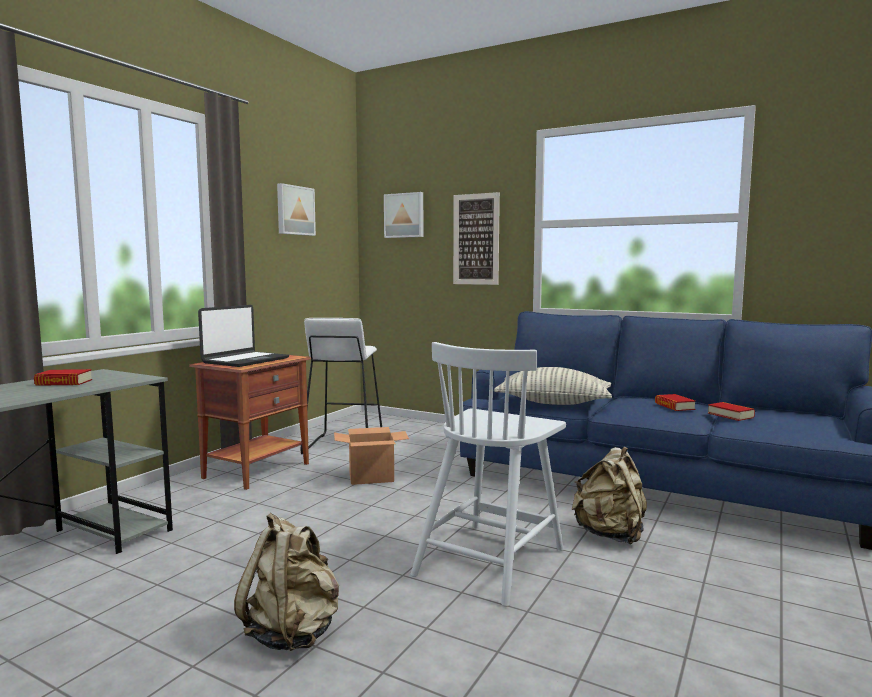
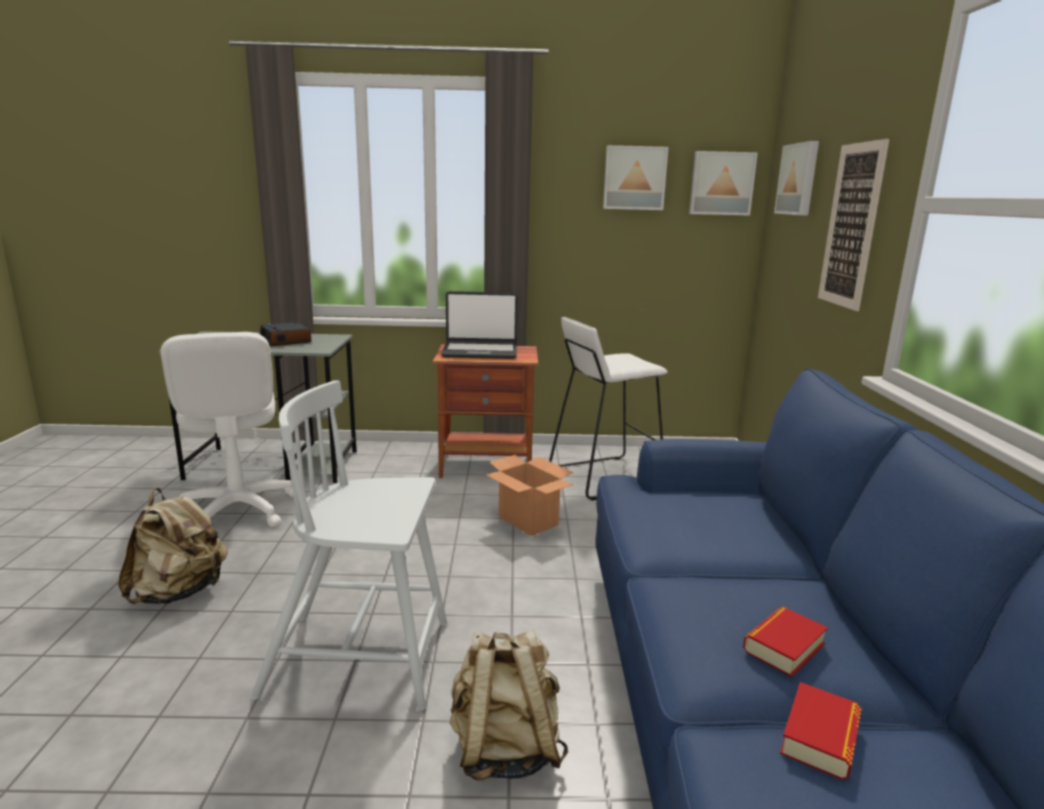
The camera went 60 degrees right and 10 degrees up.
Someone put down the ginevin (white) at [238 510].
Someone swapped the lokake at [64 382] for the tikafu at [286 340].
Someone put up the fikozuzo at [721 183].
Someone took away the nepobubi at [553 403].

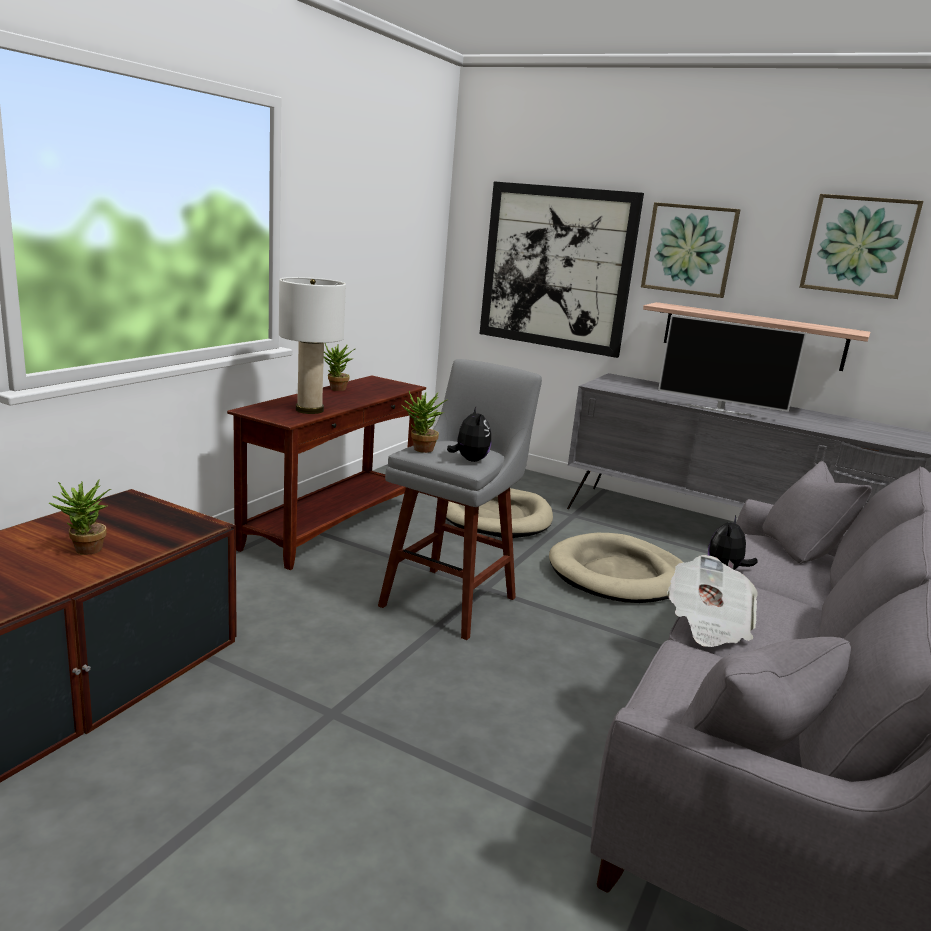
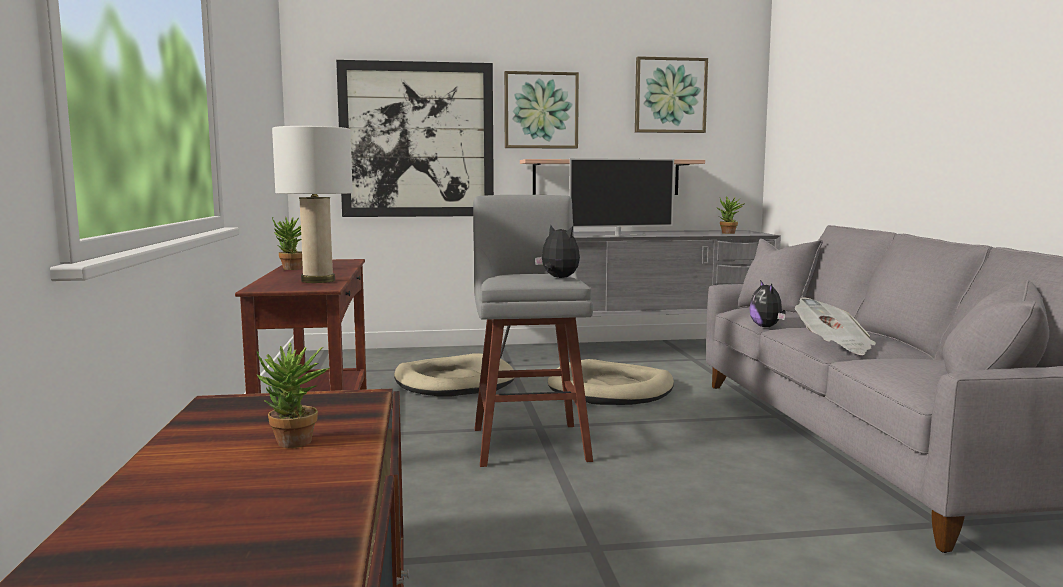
The camera went 35 degrees left and 10 degrees down.
Someone carried the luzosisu from [420 450] to [729 233].

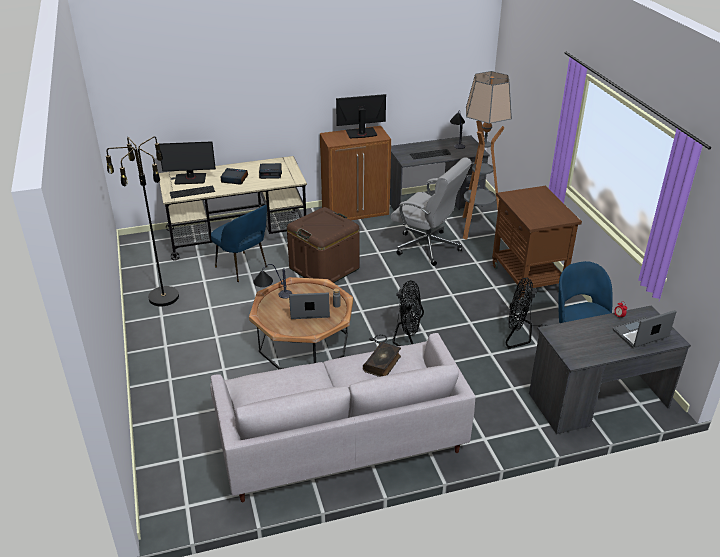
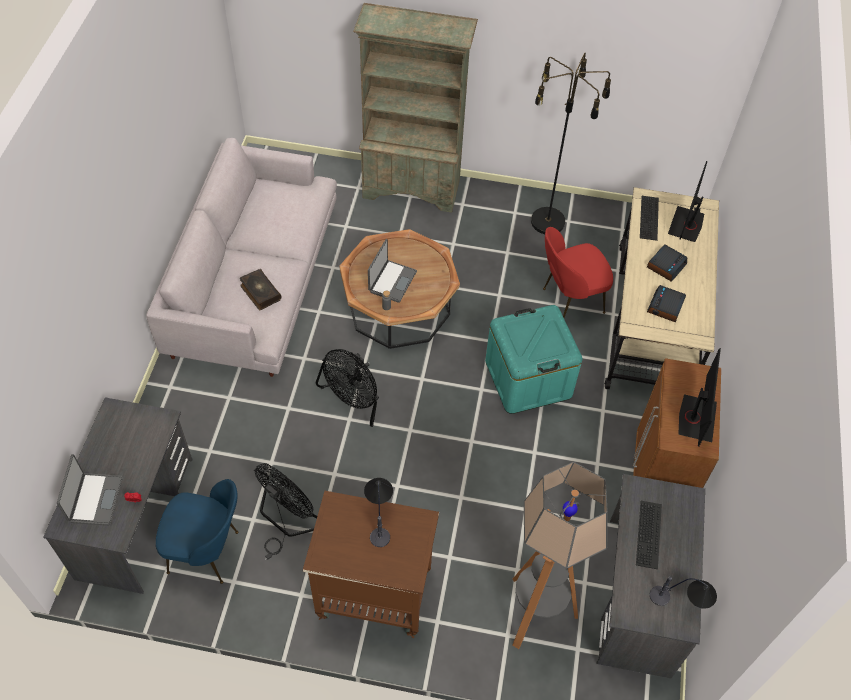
The camera went 115 degrees right and 20 degrees up.
Someone put down the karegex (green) at [412 188].
Someone carried the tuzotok from [272 298] to [379 518].
Someone repainted the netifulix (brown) at [324 268], which became the netifulix (turquoise) at [528 378].
Someone repainted the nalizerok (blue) at [243 269], which became the nalizerok (red) at [568 302].
Someone took away the ginevin (grey) at [427 247].

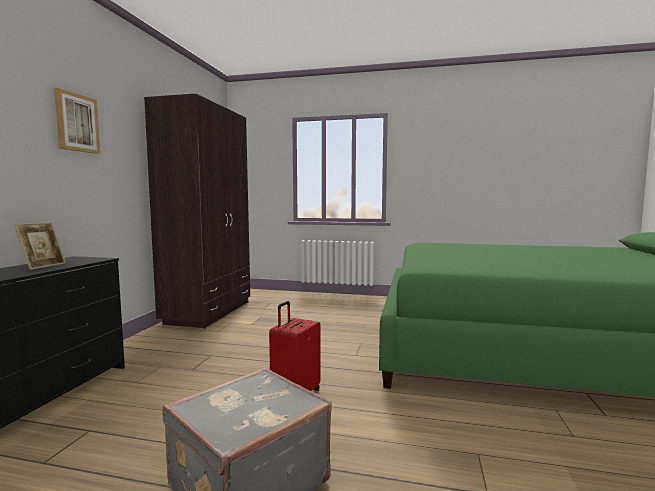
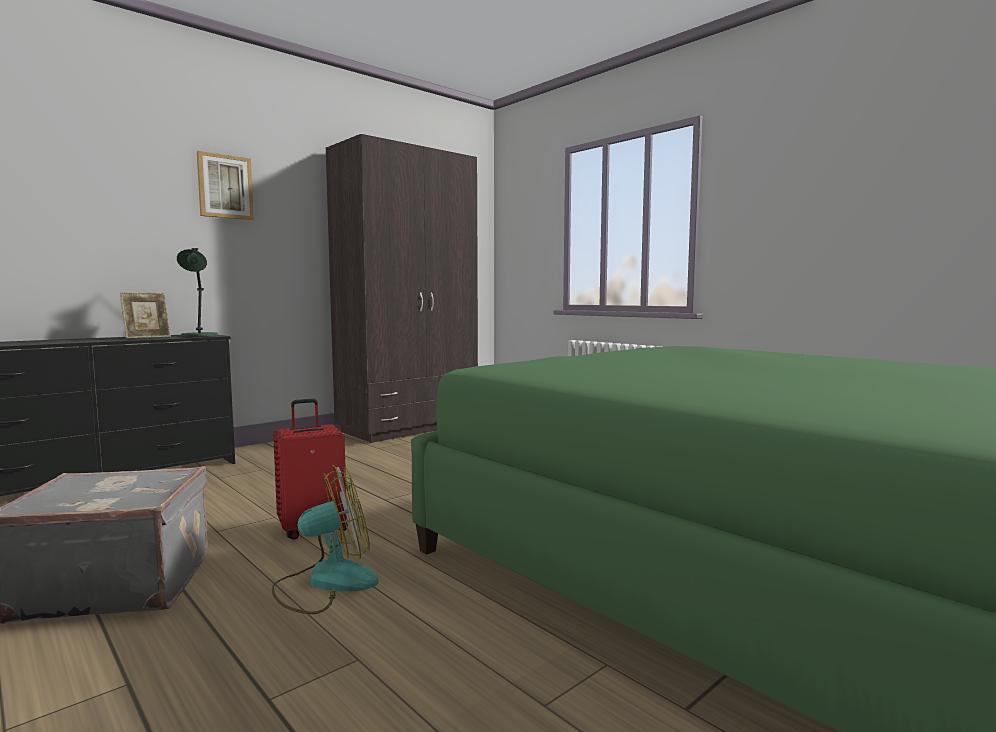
The camera went 35 degrees right and 0 degrees up.
Someone put down the tuzotok (green) at [199 336].
Someone put down the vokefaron at [326 583].

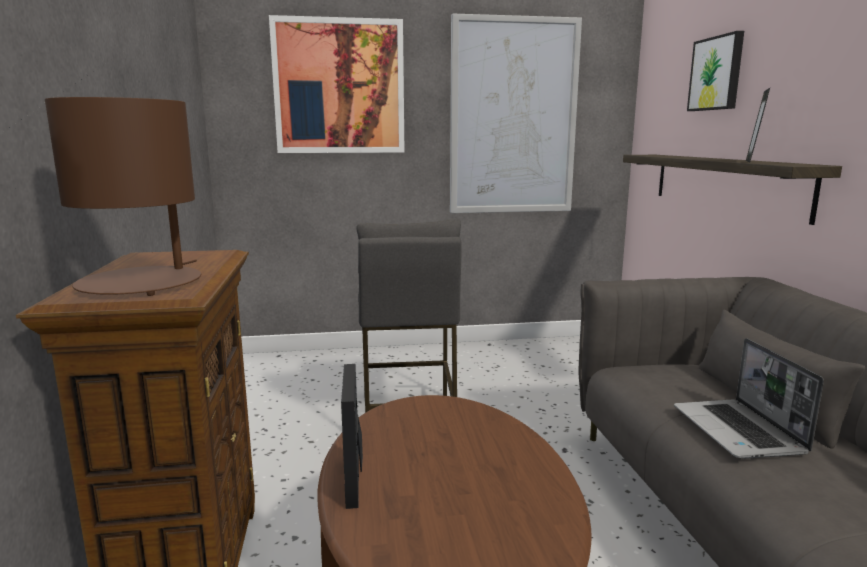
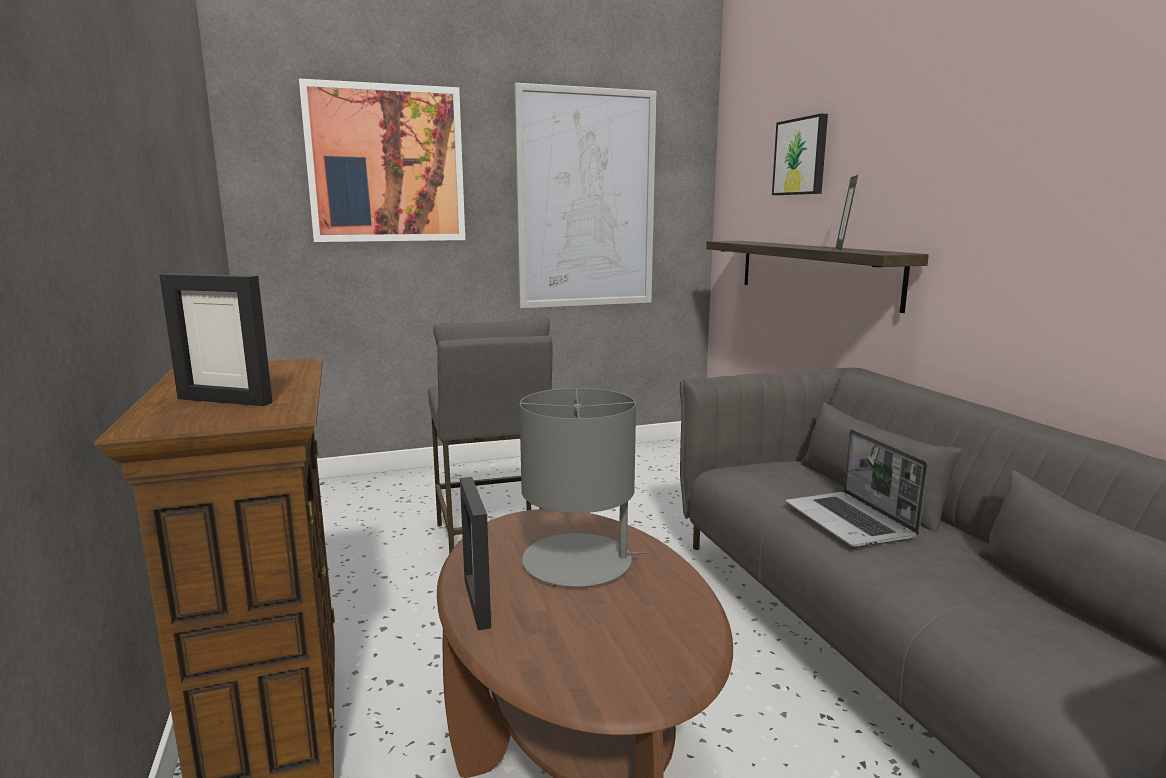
The camera went 10 degrees left and 0 degrees up.
Someone swapped the tuzotok (brown) at [142 283] for the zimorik at [226 400].
Someone put down the tuzotok (grey) at [578 562].

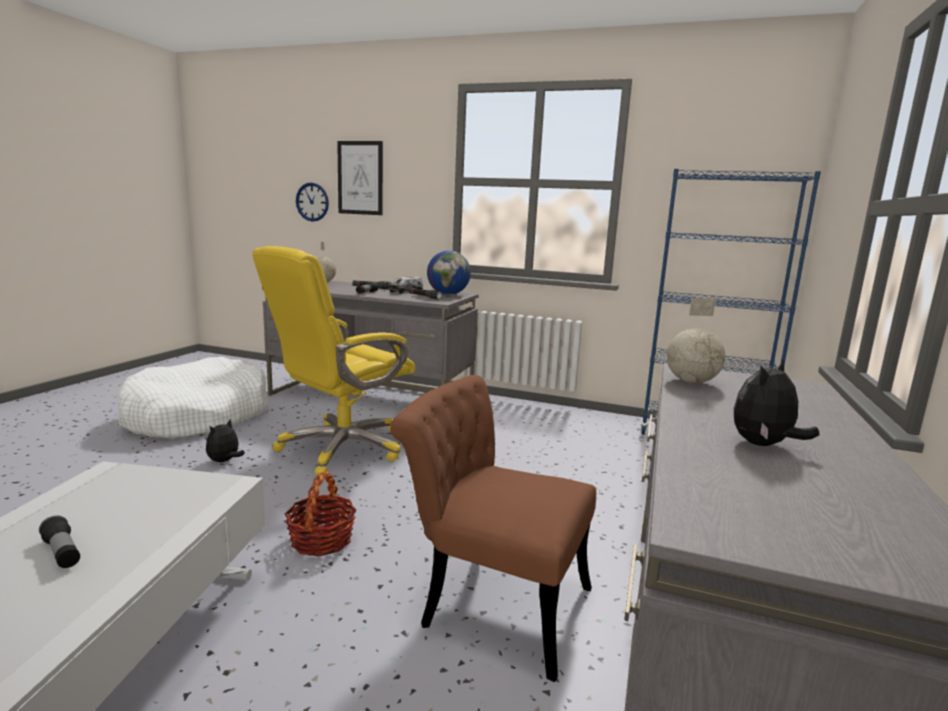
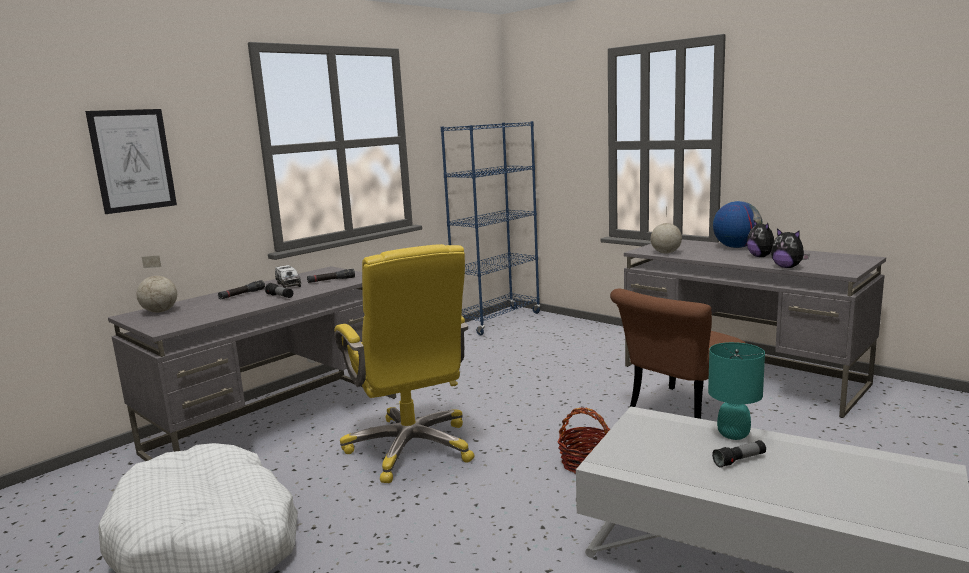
The camera went 65 degrees left and 0 degrees up.
Someone put down the tuzotok (turquoise) at [732 436].
Someone carried the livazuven from [448 294] to [736 247].
Someone carried the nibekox from [224 461] to [787 267].
Someone took away the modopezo at [312 202].

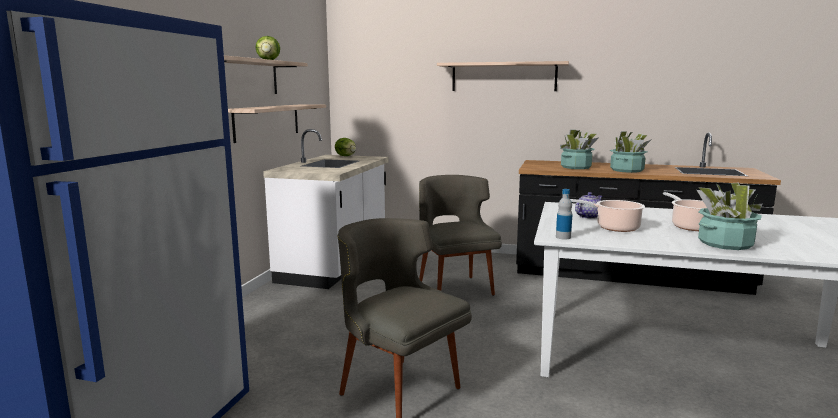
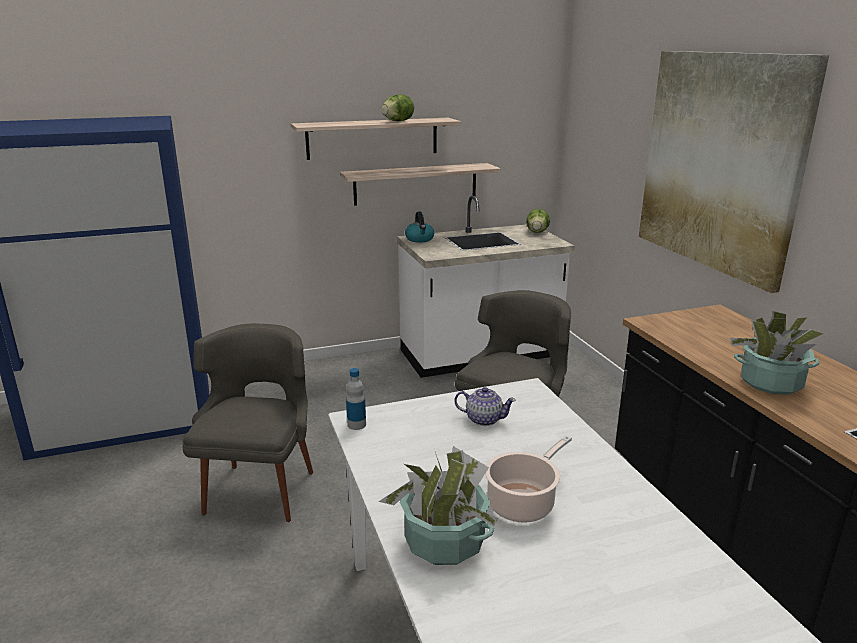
The camera went 55 degrees right and 10 degrees up.
Someone put down the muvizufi at [420 239].
Someone swapped the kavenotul at [503 77] for the fikozuzo at [720 162].
Someone took away the luzosisu at [576 167].
Someone took away the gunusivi at [614 227].

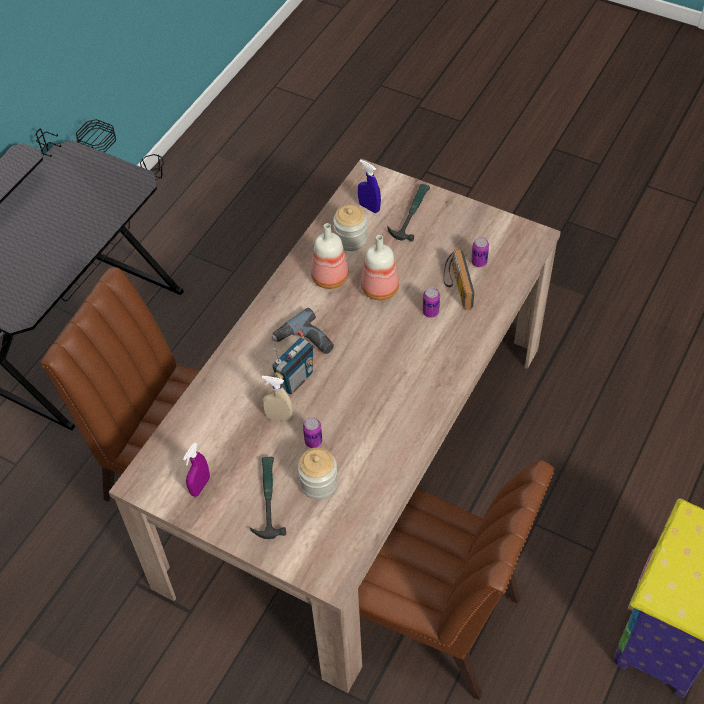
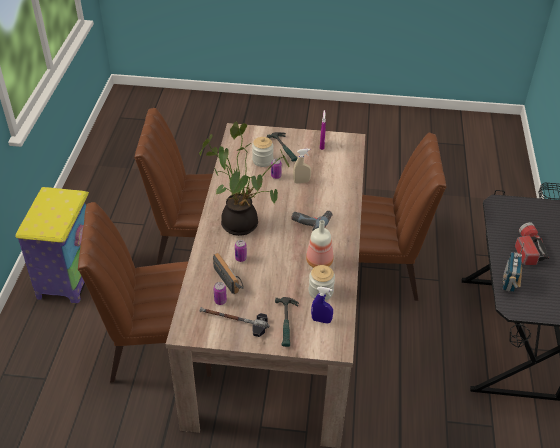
The camera went 155 degrees right and 10 degrees down.
Someone put down the nalizerok (brown) at [162 348].
Someone put down the luzosisu at [242 223].
Someone put down the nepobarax at [233 321].
Someone carried the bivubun from [295 380] to [509 283].
Someone put down the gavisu at [528 249].
Someone took away the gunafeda at [379 288].

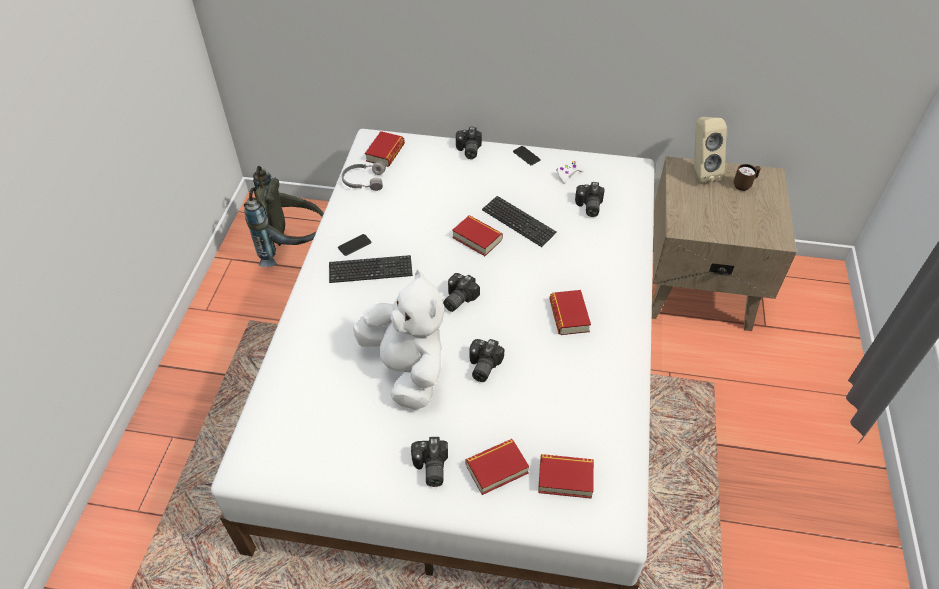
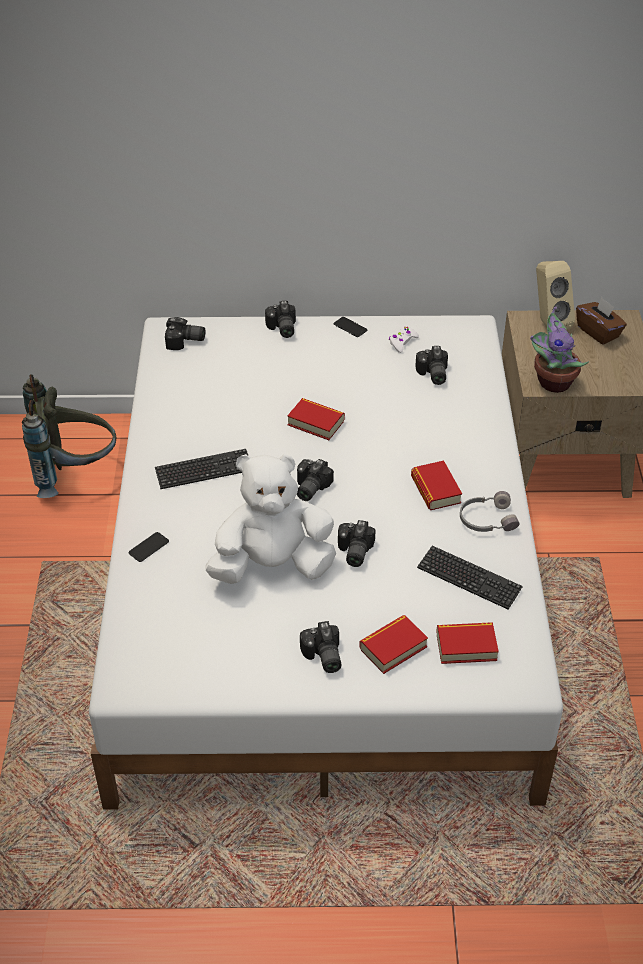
The camera went 10 degrees left and 5 degrees down.
Someone carried the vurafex from [354 245] to [148 547].
Someone swapped the lokake at [385 153] for the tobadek at [185 341].
Someone rotated the nibekox (white) at [407 369] by 60 degrees counterclockwise.
Someone carried the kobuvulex from [518 222] to [469 579].
Someone carried the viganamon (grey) from [363 180] to [486 519].
Someone put down the luzosisu at [552 382].
Someone swapped the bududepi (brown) at [744 185] for the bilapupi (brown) at [598 332].

